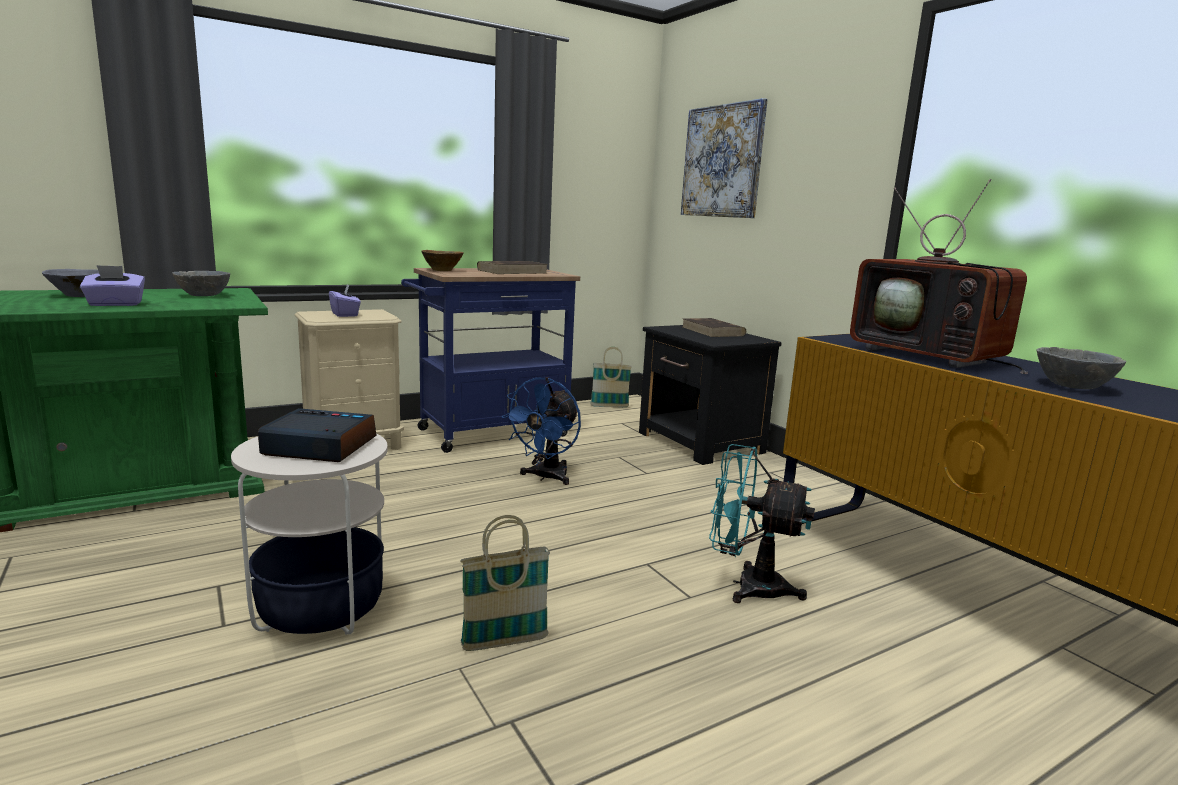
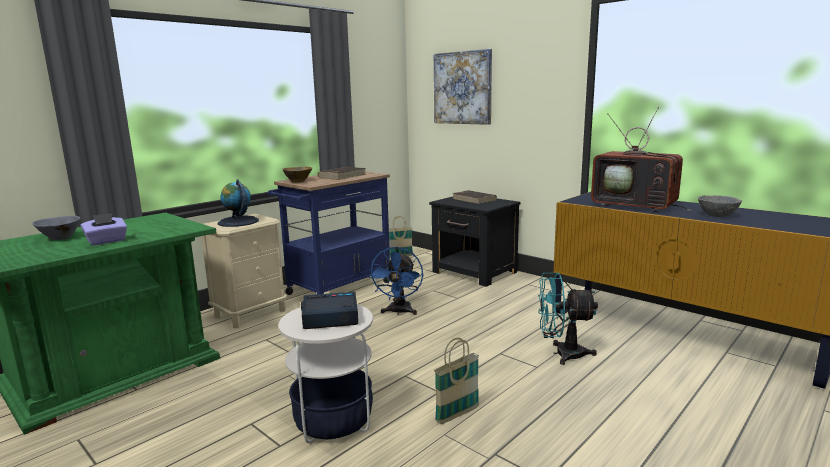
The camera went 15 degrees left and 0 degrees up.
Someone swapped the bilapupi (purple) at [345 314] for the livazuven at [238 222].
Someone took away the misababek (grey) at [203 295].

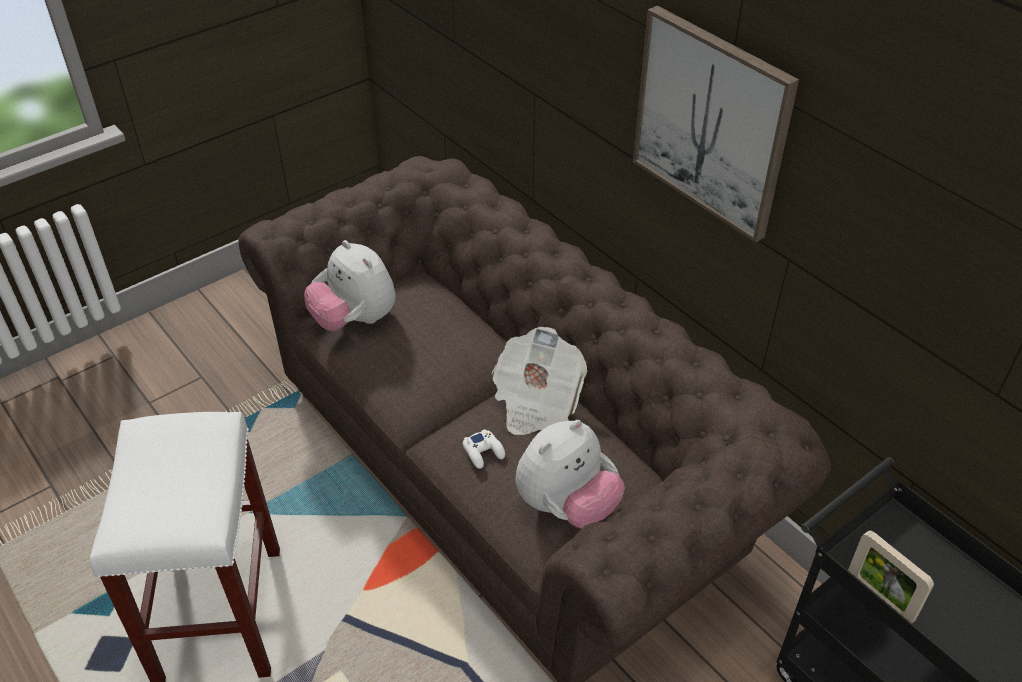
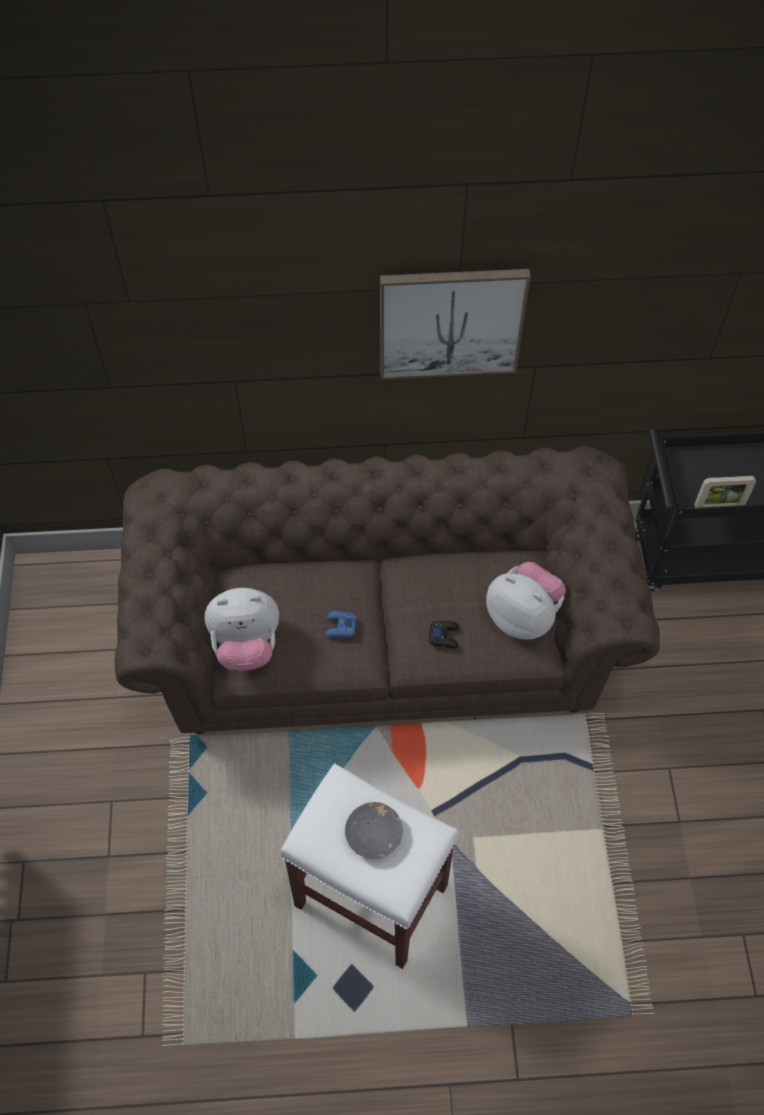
The camera went 55 degrees left and 15 degrees up.
Someone put down the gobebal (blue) at [340 627].
Someone put down the misababek (grey) at [374 834].
Someone repainted the gobebal (white) at [483 452], which became the gobebal (black) at [444 636].
Someone rotated the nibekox at [567 506] by 45 degrees counterclockwise.
Someone took away the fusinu at [536 401].

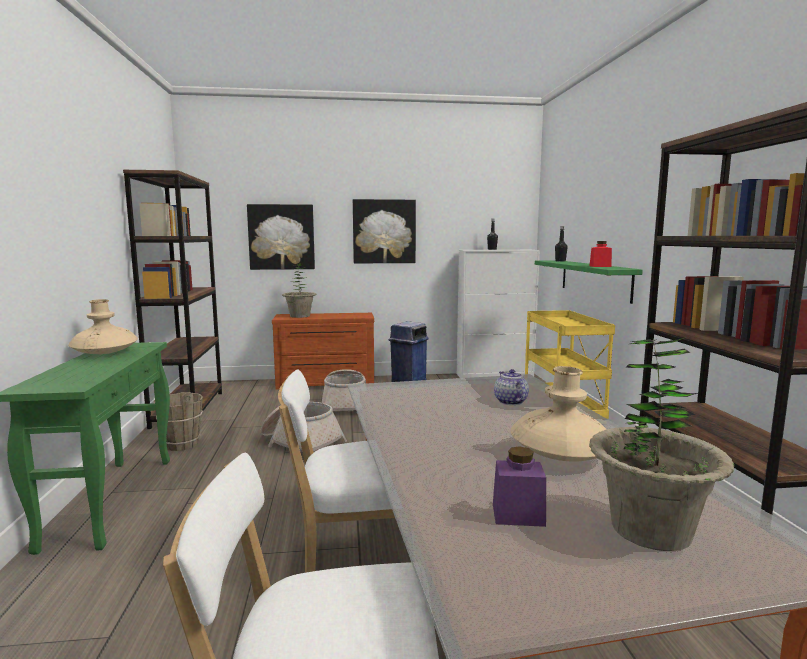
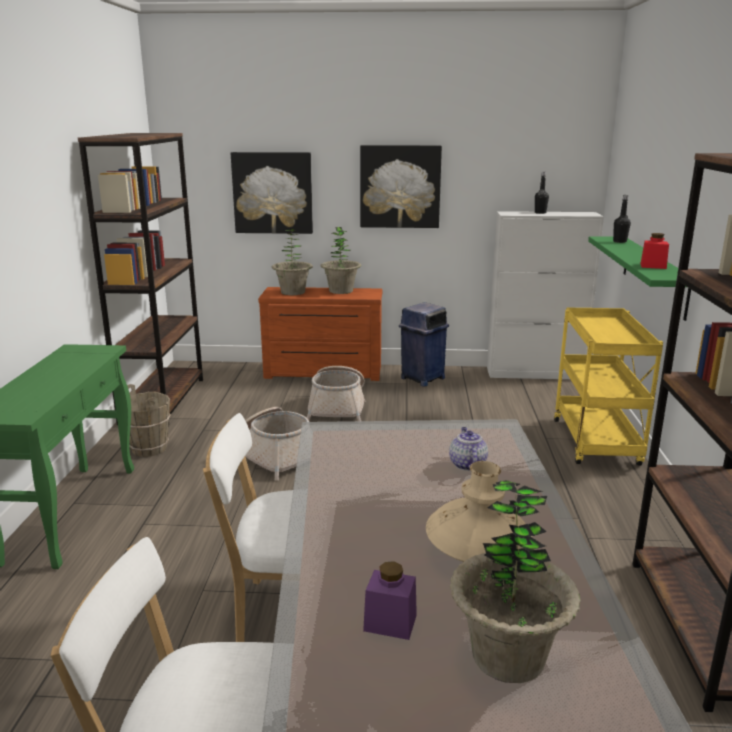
The camera went 10 degrees right and 10 degrees up.
Someone put down the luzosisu at [341 291].
Someone took away the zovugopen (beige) at [105 353].

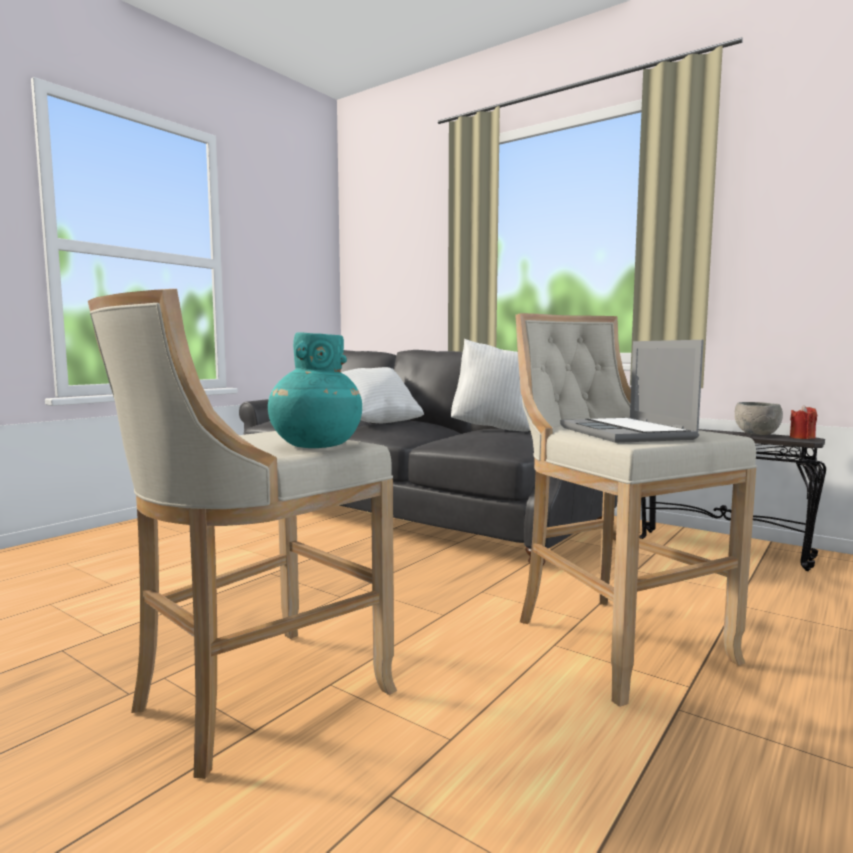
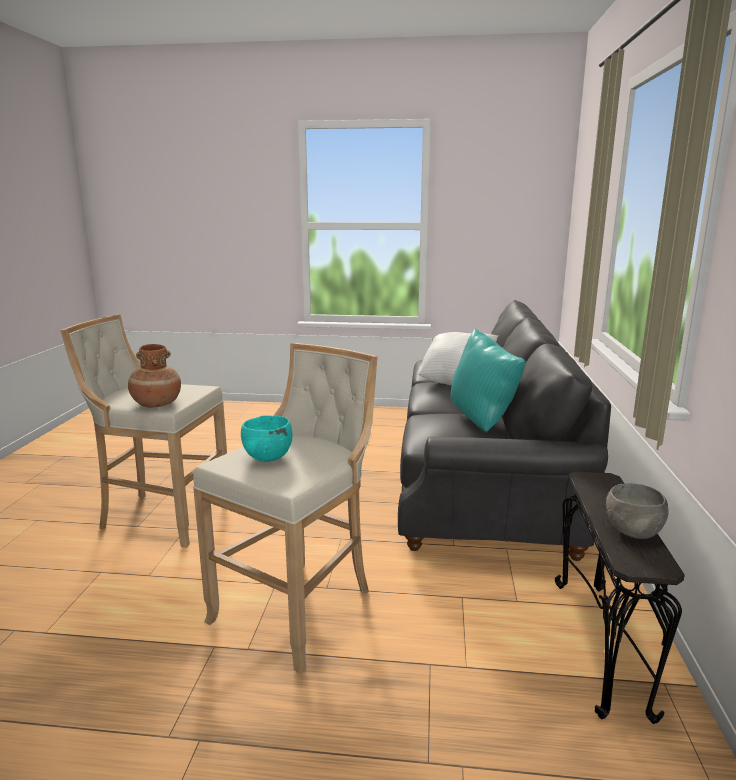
The camera went 60 degrees right and 10 degrees up.
Someone repainted the zovugopen (turquoise) at [315 446], which became the zovugopen (brown) at [156 404].
Someone swapped the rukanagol at [627 433] for the misababek (turquoise) at [267 458].
Someone repainted the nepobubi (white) at [497 429], which became the nepobubi (turquoise) at [482 420].
Someone took away the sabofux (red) at [802 438].

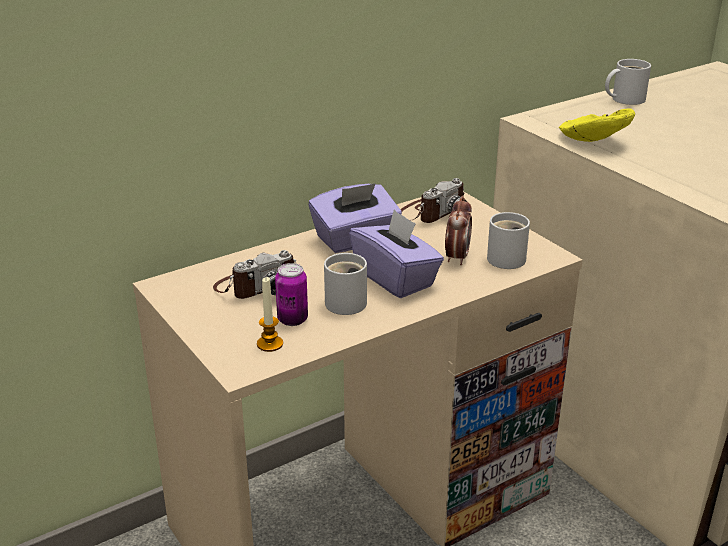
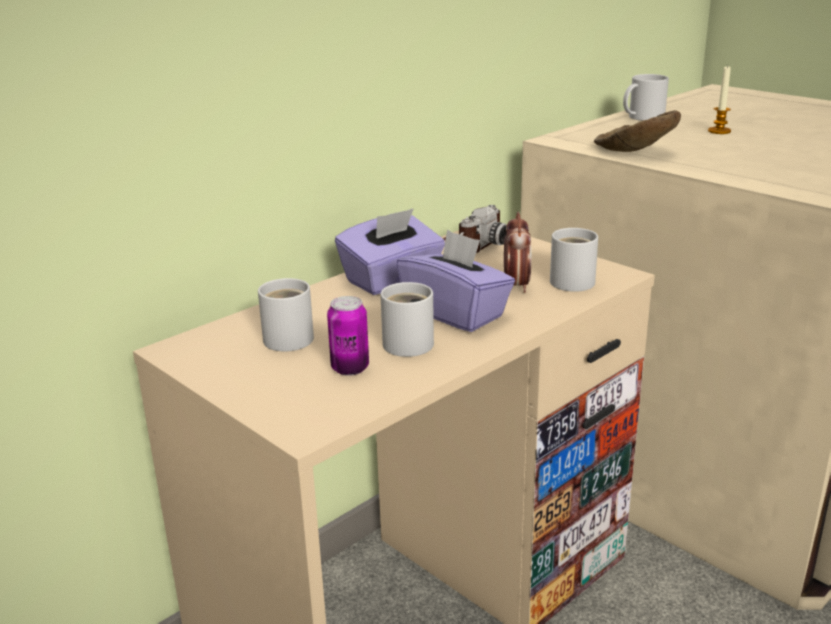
The camera went 10 degrees left and 5 degrees down.
Someone swapped the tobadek at [257 286] for the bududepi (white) at [292 337].
Someone repainted the misababek (yellow) at [592 140], which became the misababek (brown) at [633 151].
Someone carried the sabofux from [270 344] to [719 131].

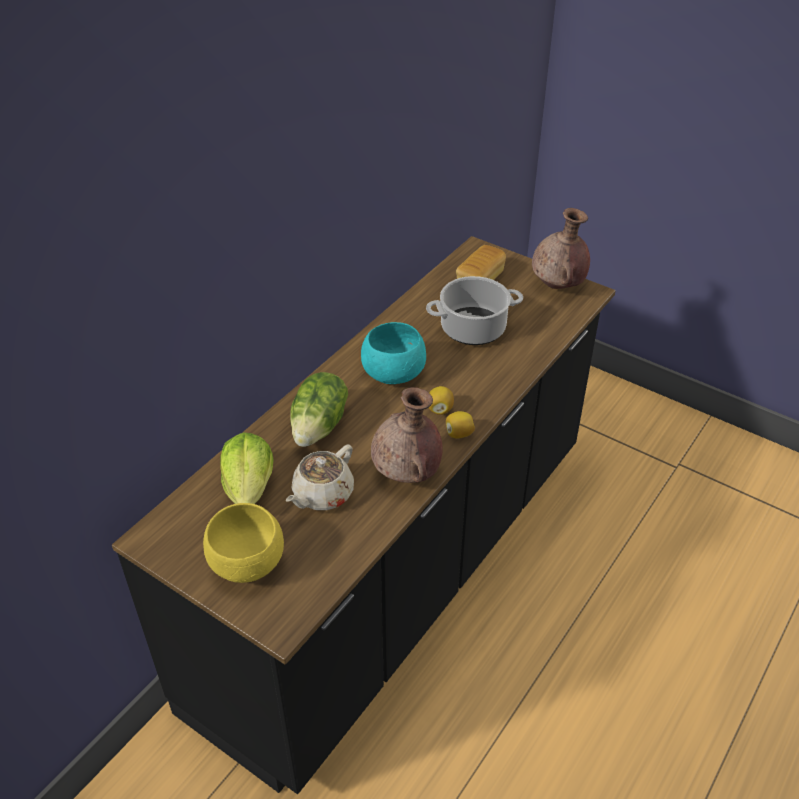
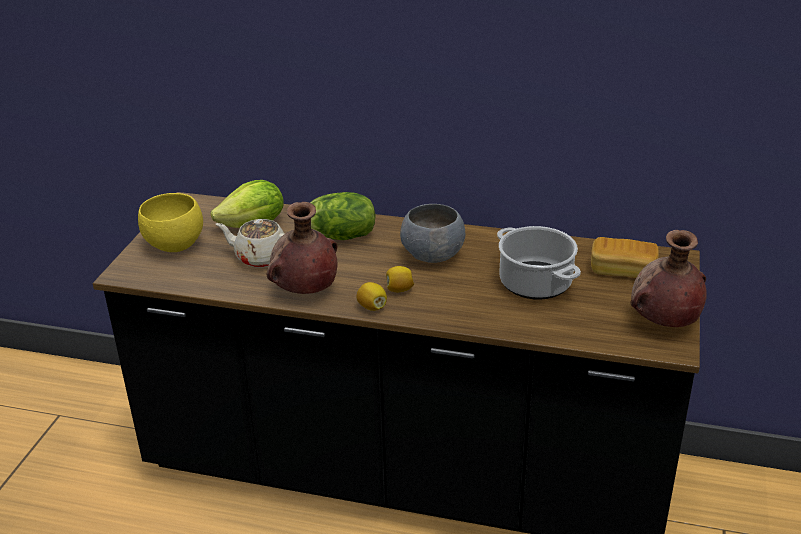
The camera went 70 degrees right and 10 degrees down.
Someone repainted the misababek (turquoise) at [393 372], which became the misababek (grey) at [433 254].

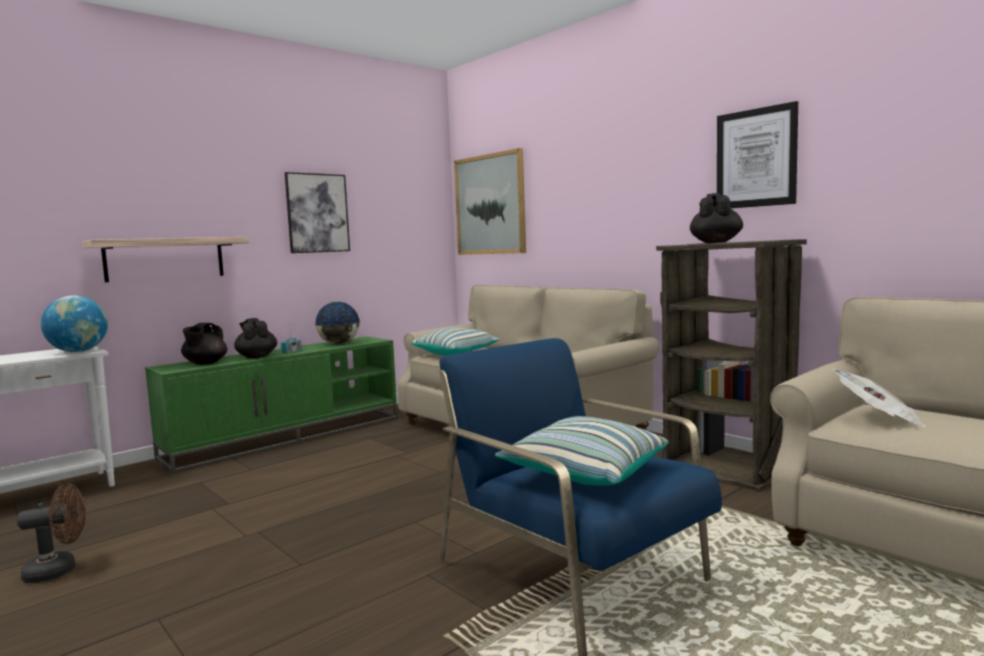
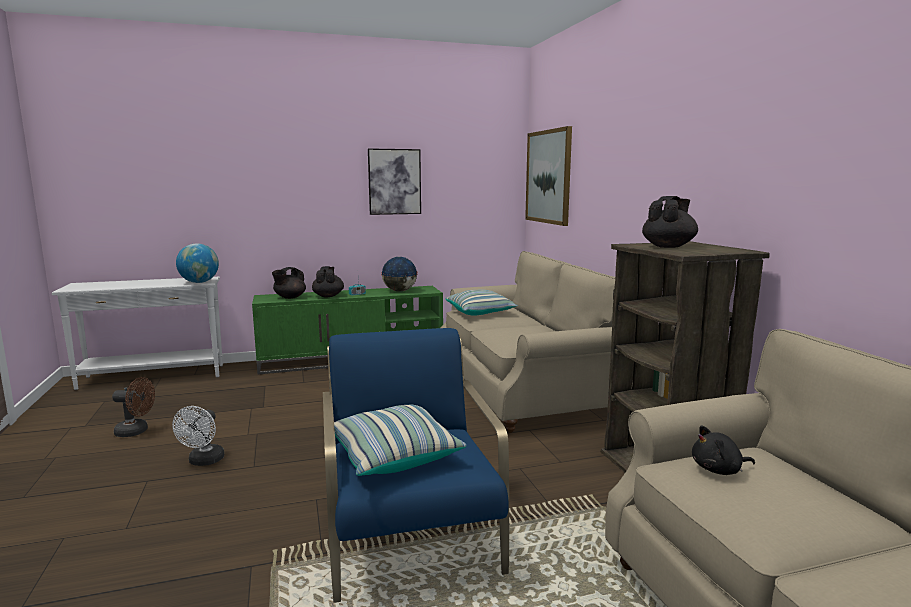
The camera went 25 degrees right and 5 degrees up.
Someone put down the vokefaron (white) at [203 461].
Someone swapped the fusinu at [878 419] for the nibekox (black) at [719 470].
Someone took away the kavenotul at [165 259].
Someone took away the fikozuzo at [756 158].

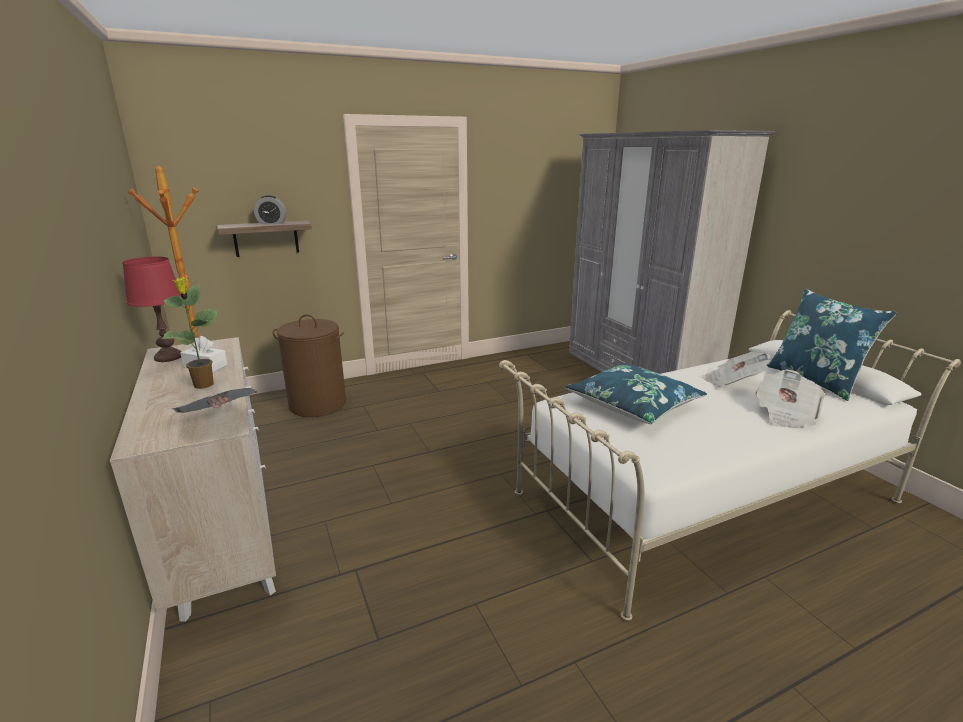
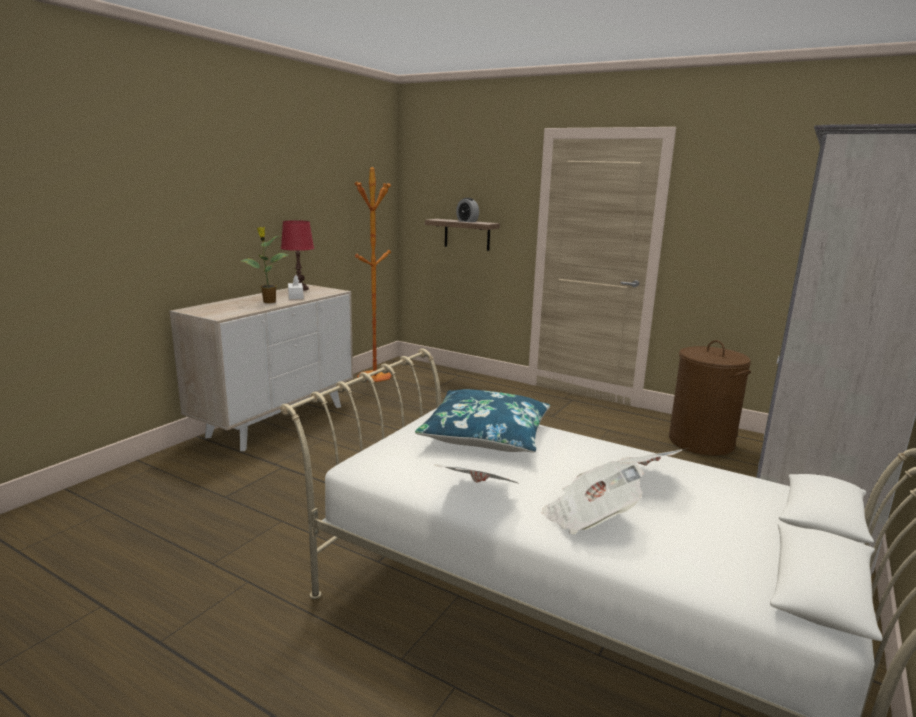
The camera went 55 degrees right and 5 degrees down.
Someone carried the fusinu from [219 420] to [479 495].
Someone carried the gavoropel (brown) from [317 405] to [700 442].
Someone took away the nepobubi (blue) at [815 380].

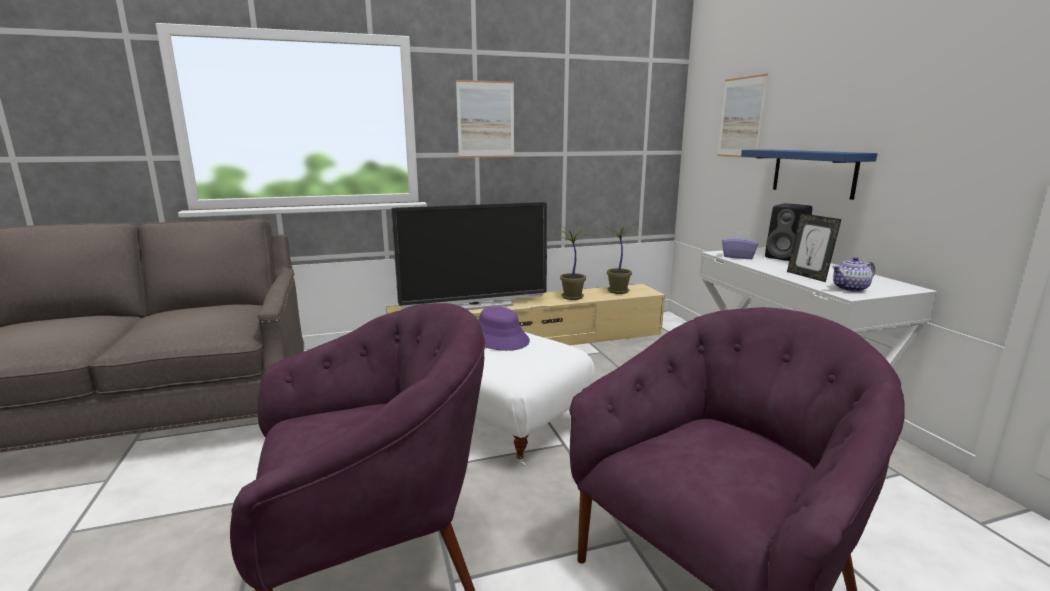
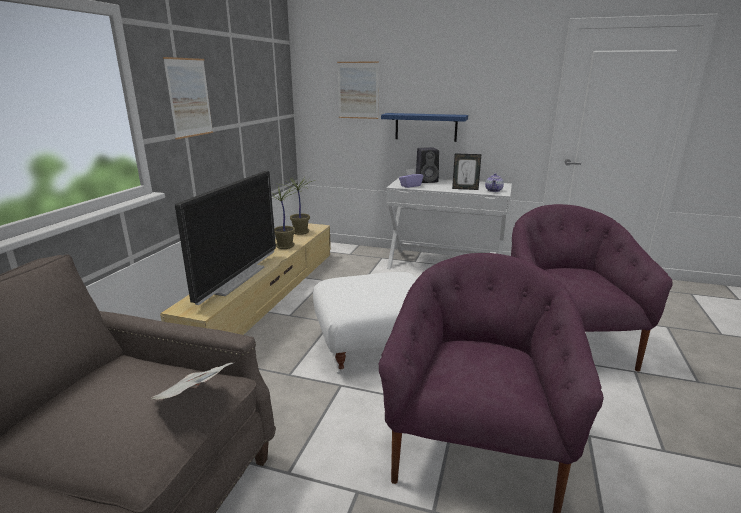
The camera went 55 degrees left and 5 degrees up.
Someone put down the fusinu at [195 398].
Someone took away the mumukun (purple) at [498 338].

